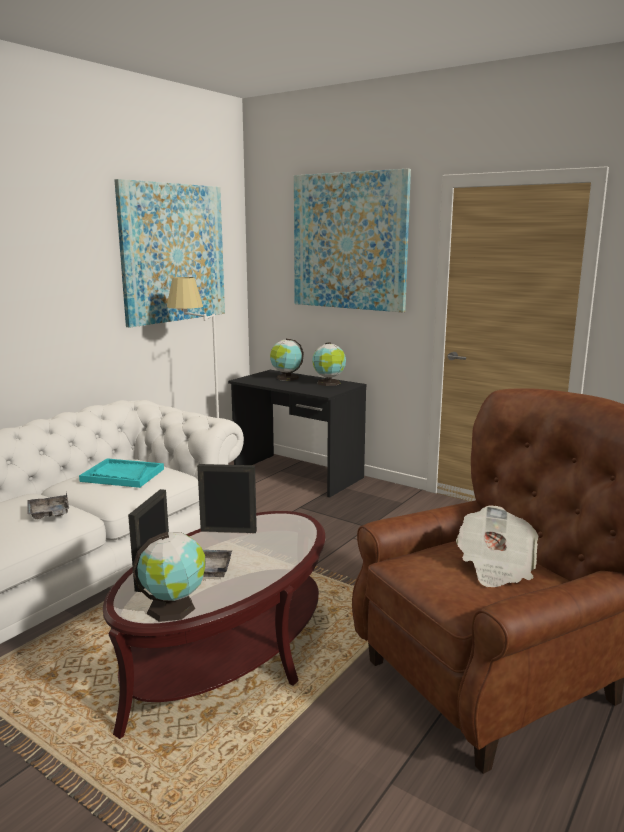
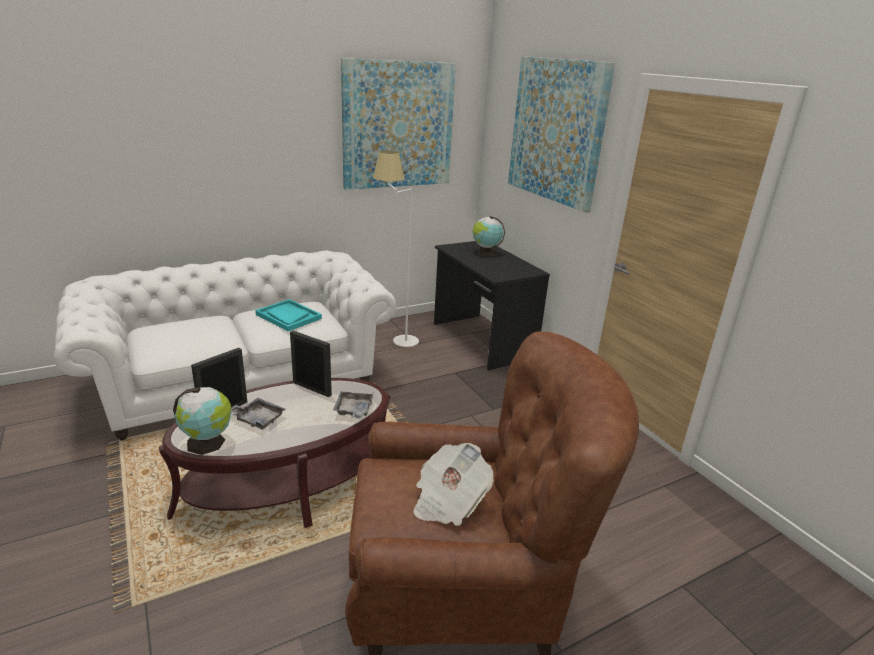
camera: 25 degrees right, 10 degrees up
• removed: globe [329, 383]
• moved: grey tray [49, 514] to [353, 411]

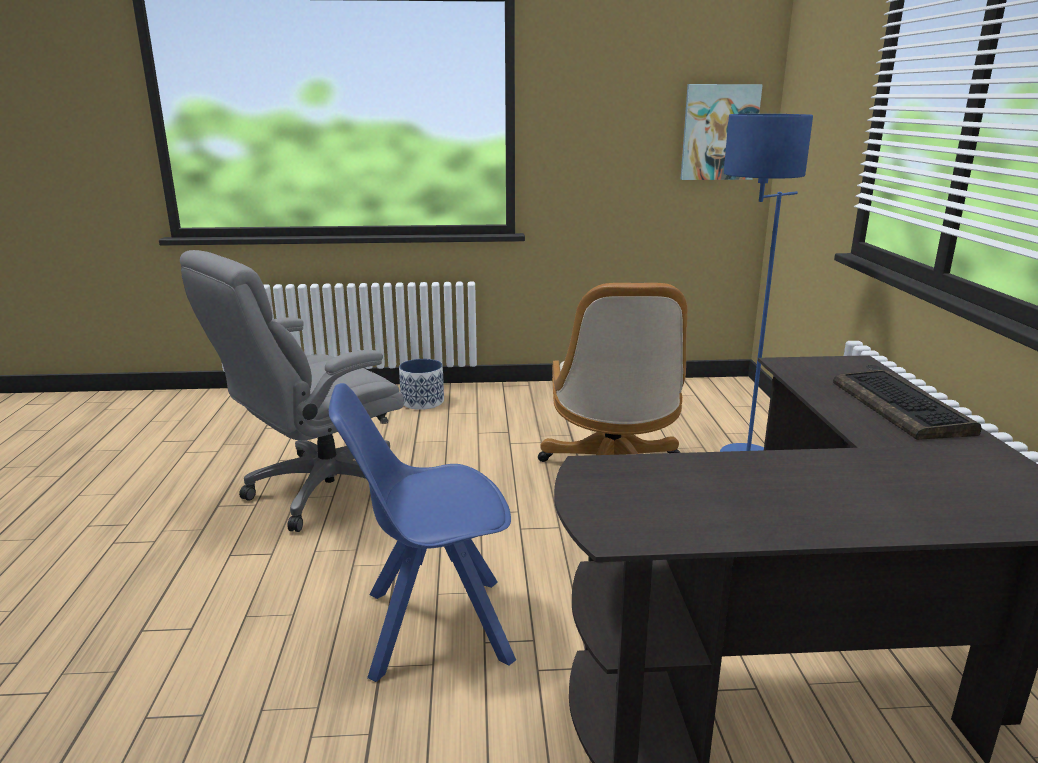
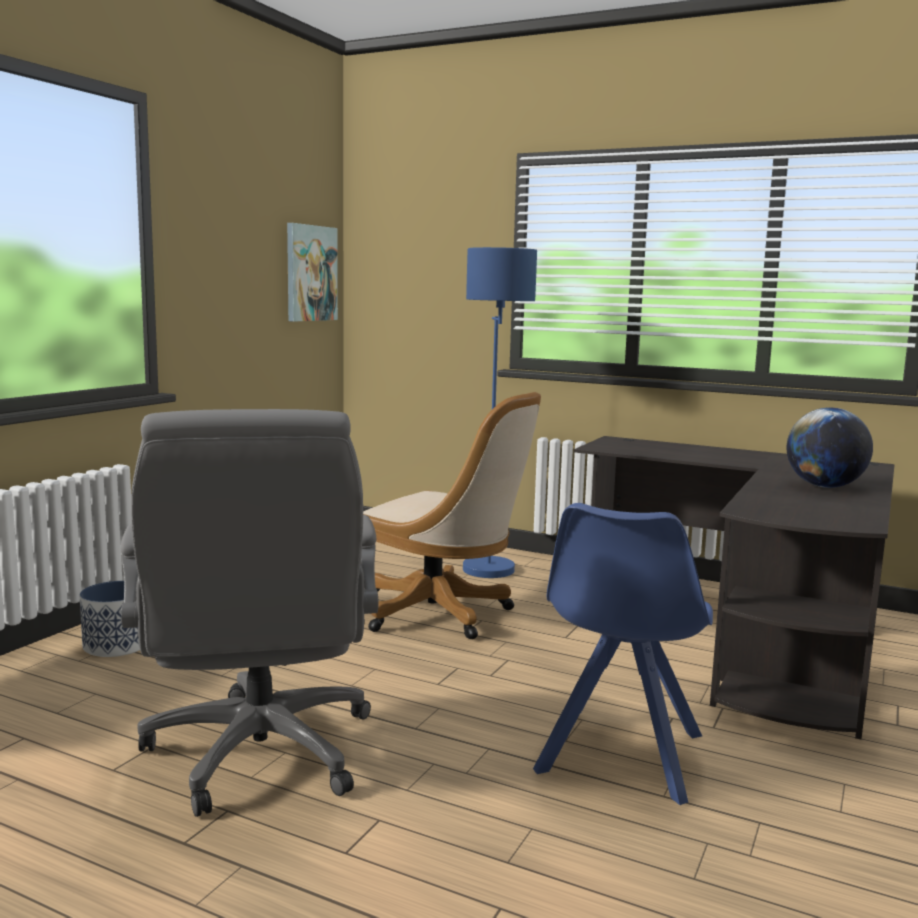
camera: 60 degrees left, 10 degrees down
• removed: keyboard [902, 408]
• added: globe [824, 486]

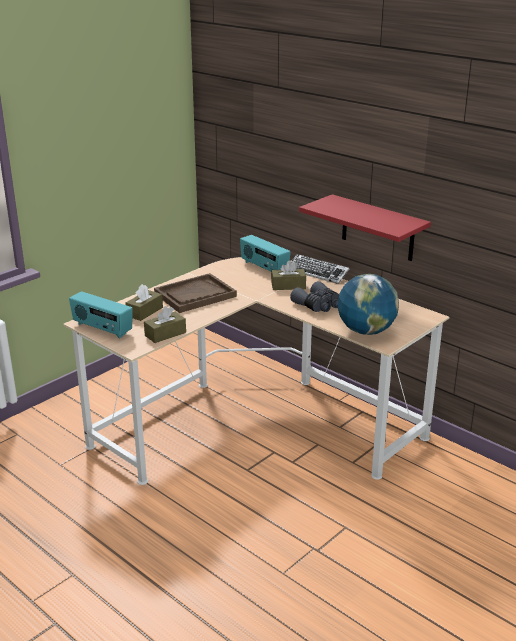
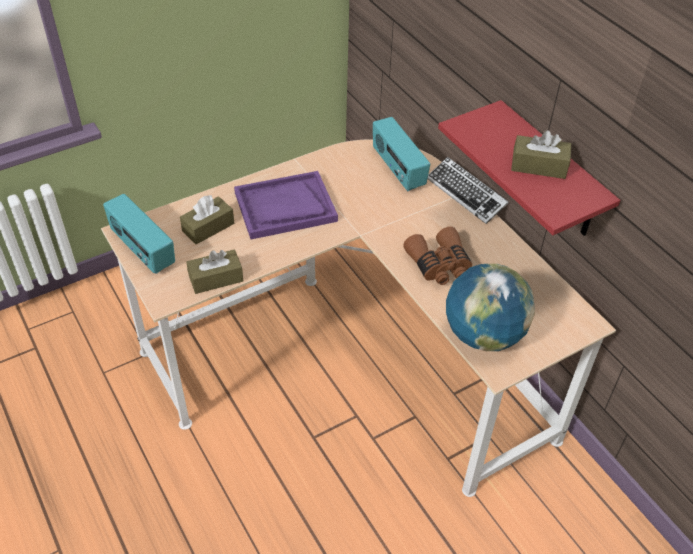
camera: 15 degrees right, 20 degrees up
• moved: brown tissue box [288, 286] to [538, 166]
• recoloured: brown tray [195, 295] to purple tray [285, 207]
• recoloured: grey binoculars [318, 305] to brown binoculars [439, 265]

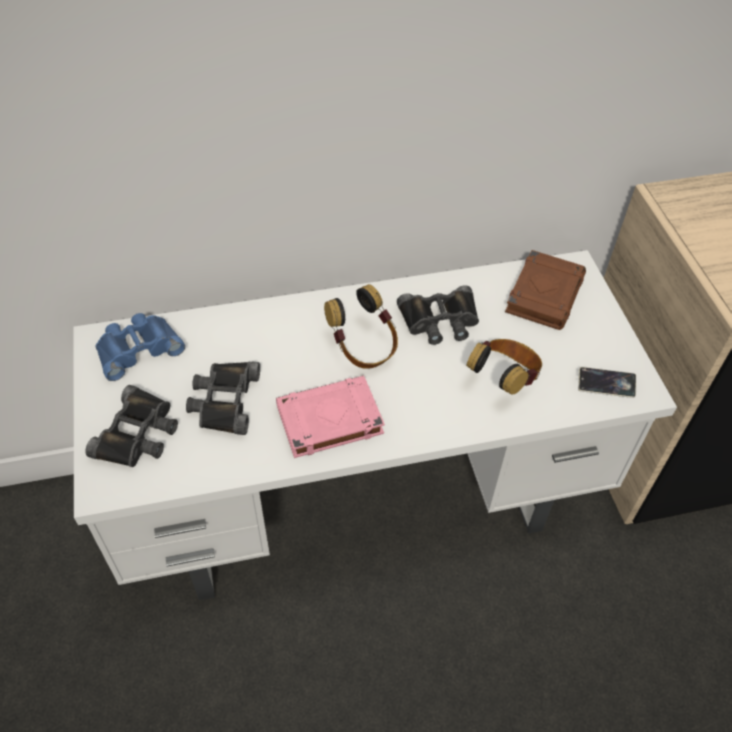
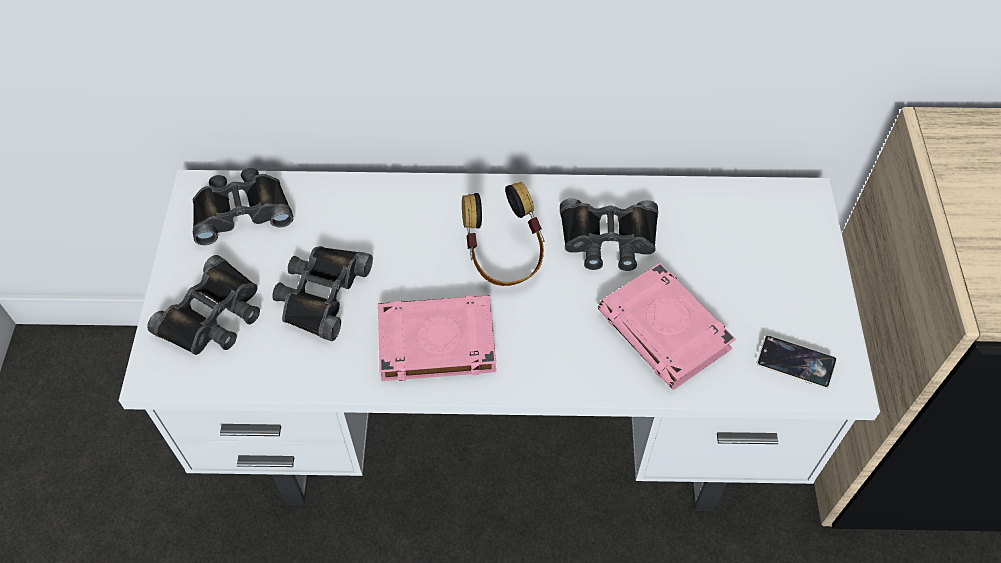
camera: 15 degrees right, 5 degrees up
• removed: brown book [544, 293]
• recoloured: blue binoculars [138, 348] to black binoculars [241, 210]
• replaced: headphones [504, 379] to pink book [665, 331]

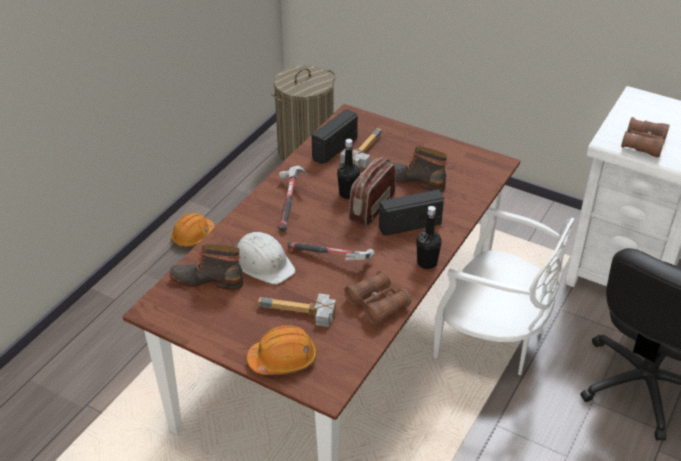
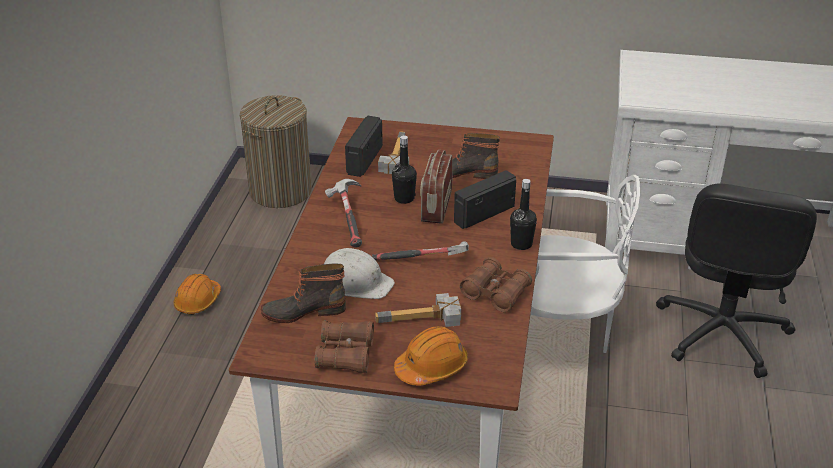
camera: 20 degrees left, 5 degrees down
• moved: brown binoculars [643, 144] to [346, 354]

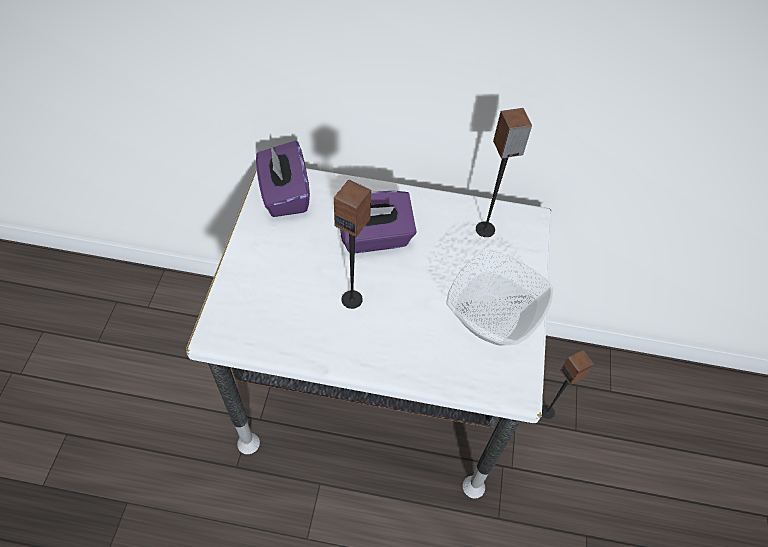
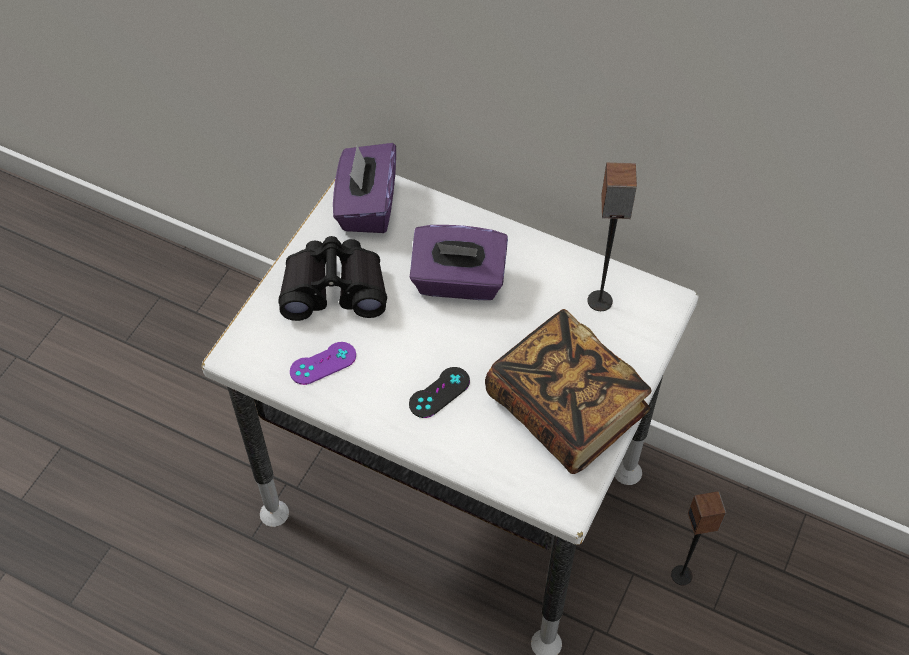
camera: 20 degrees right, 0 degrees up
• removed: speaker [352, 299]
• replaced: bowl [491, 317] to book [565, 409]
• added: black binoculars [334, 288]
• added: purple game controller [323, 363]
• added: black game controller [439, 392]

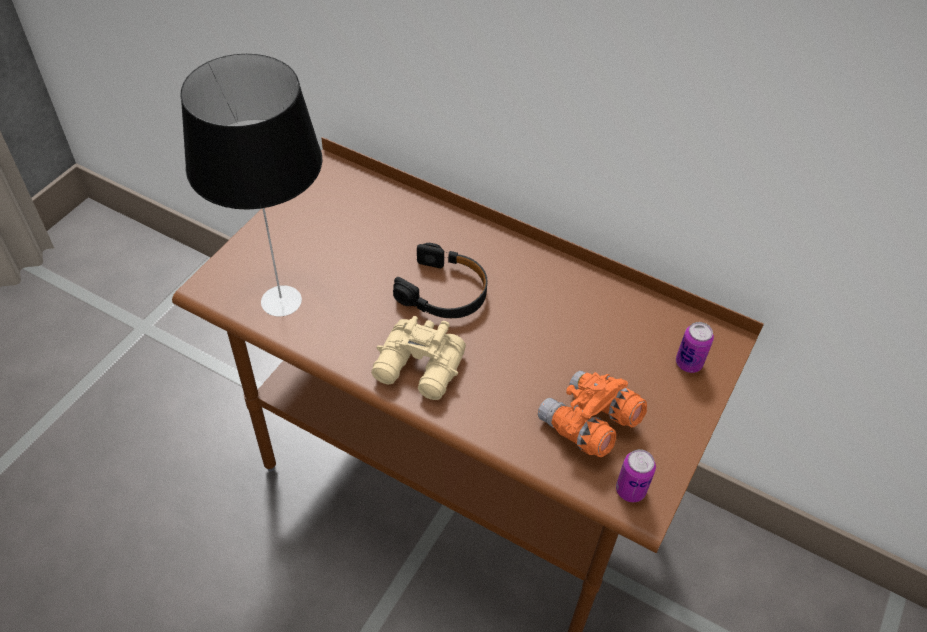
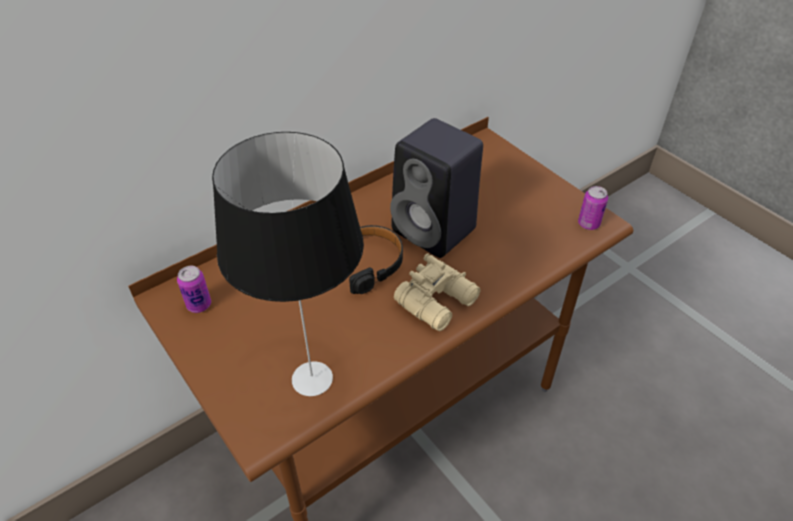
camera: 65 degrees left, 5 degrees down
• moved: can [688, 363] to [199, 305]
• removed: orange binoculars [588, 425]
• added: black speaker [436, 231]

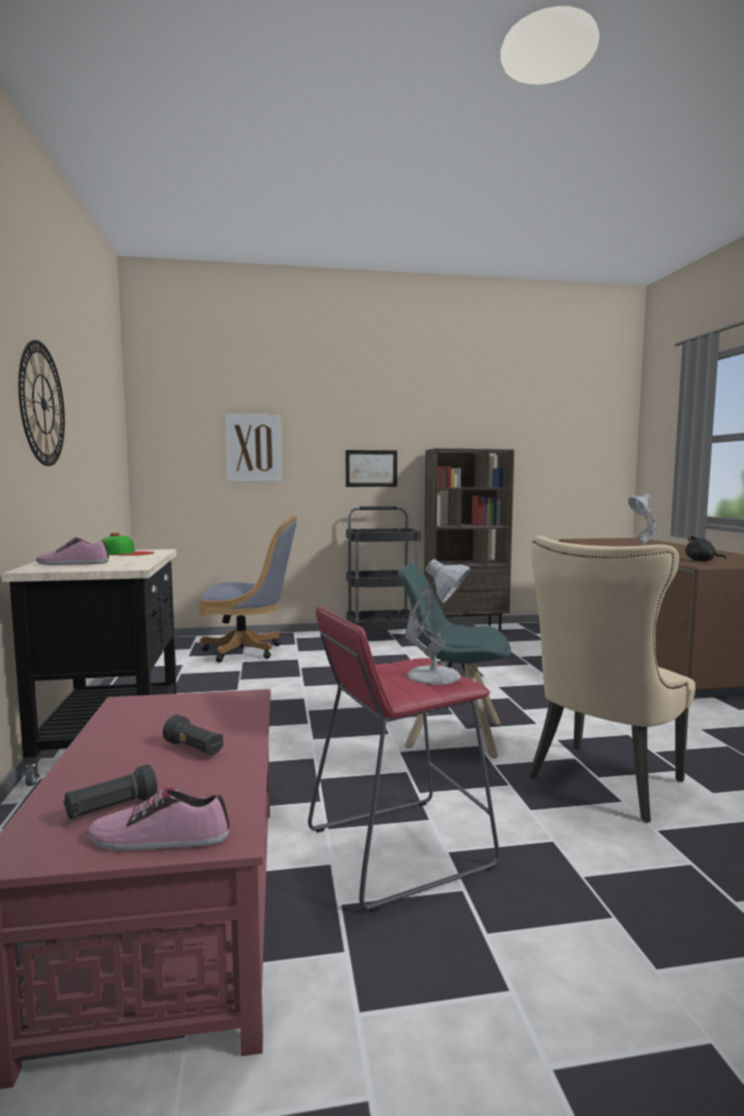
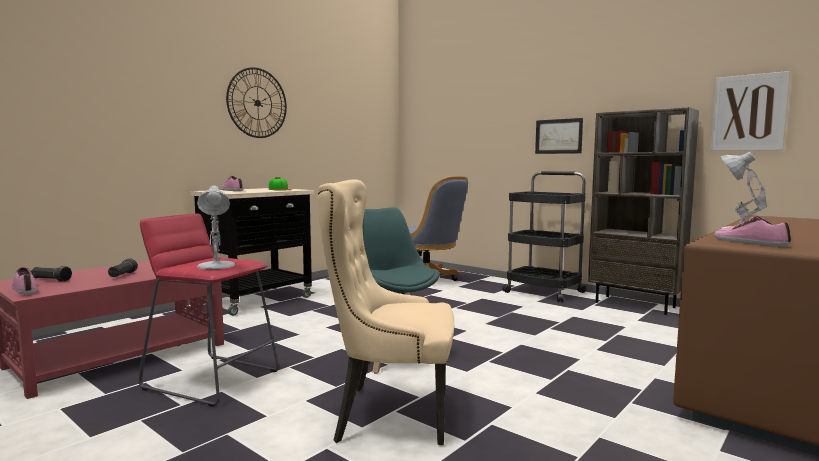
camera: 50 degrees right, 0 degrees up
• moved: picture [254, 448] to [748, 113]
• replaced: black plush toy [702, 561] to shoe [750, 242]

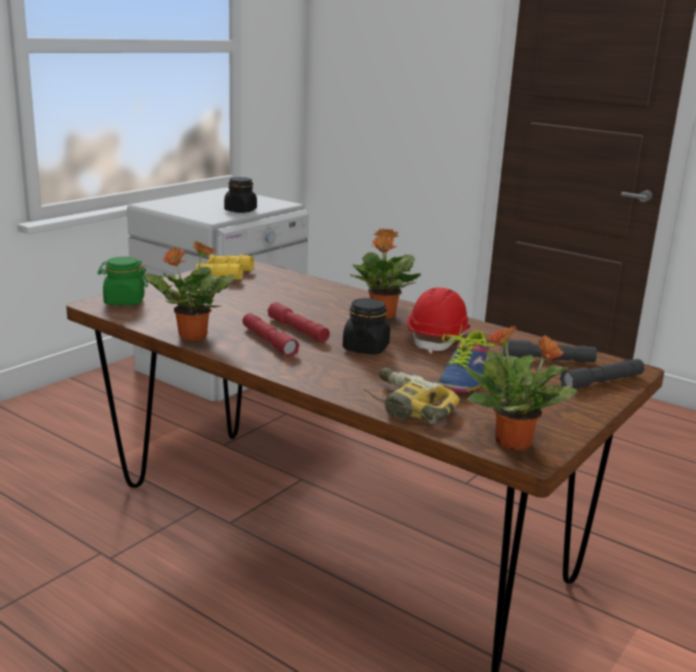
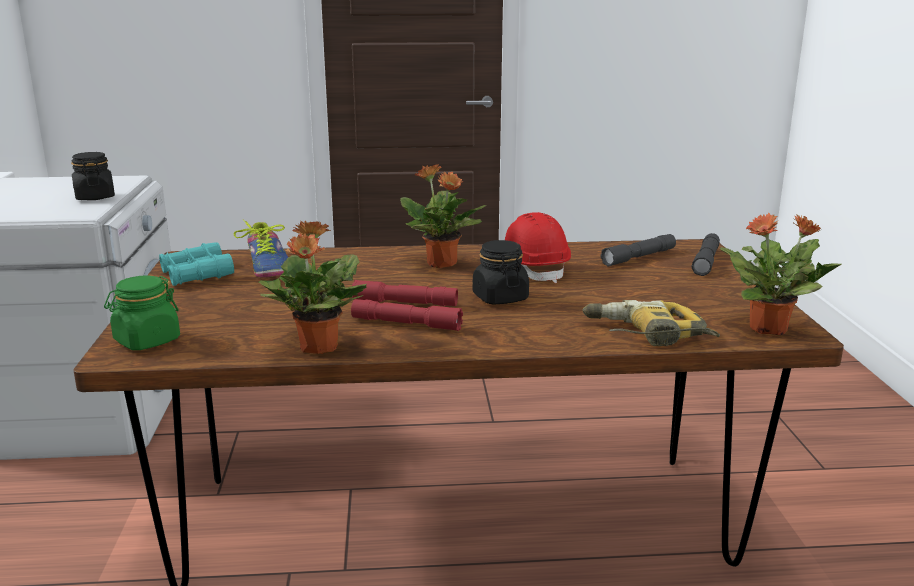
camera: 40 degrees left, 0 degrees up
• recoloured: yellow binoculars [225, 275] to turquoise binoculars [196, 274]
• moved: shoe [464, 377] to [268, 266]

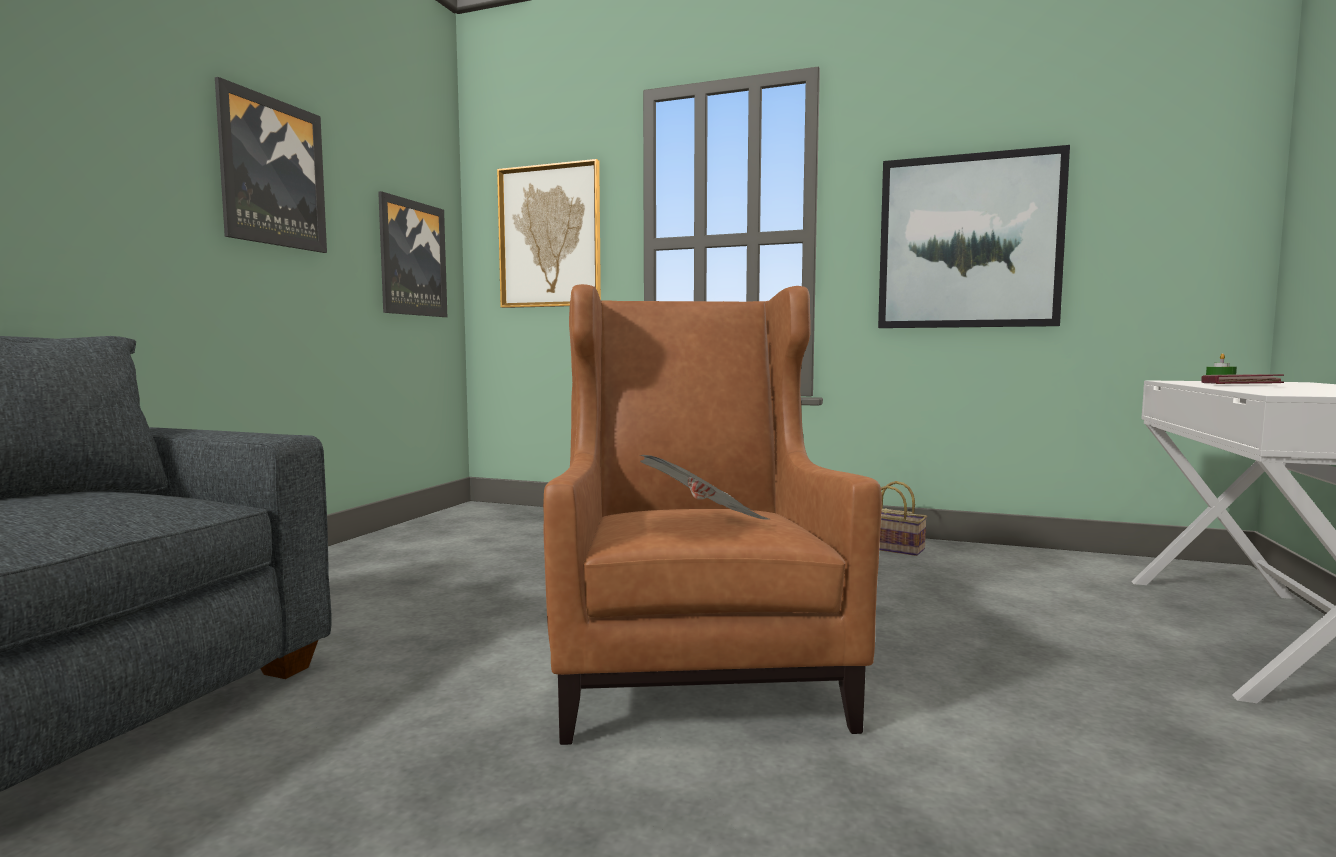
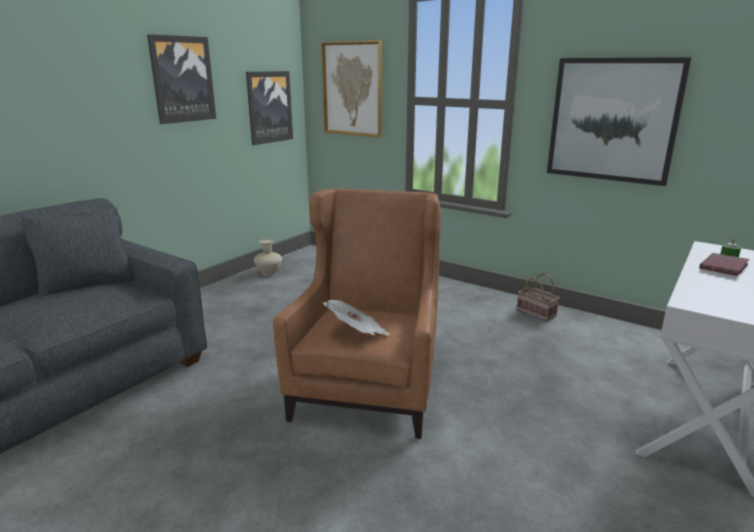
camera: 15 degrees right, 15 degrees up
• added: beige vase [268, 273]

